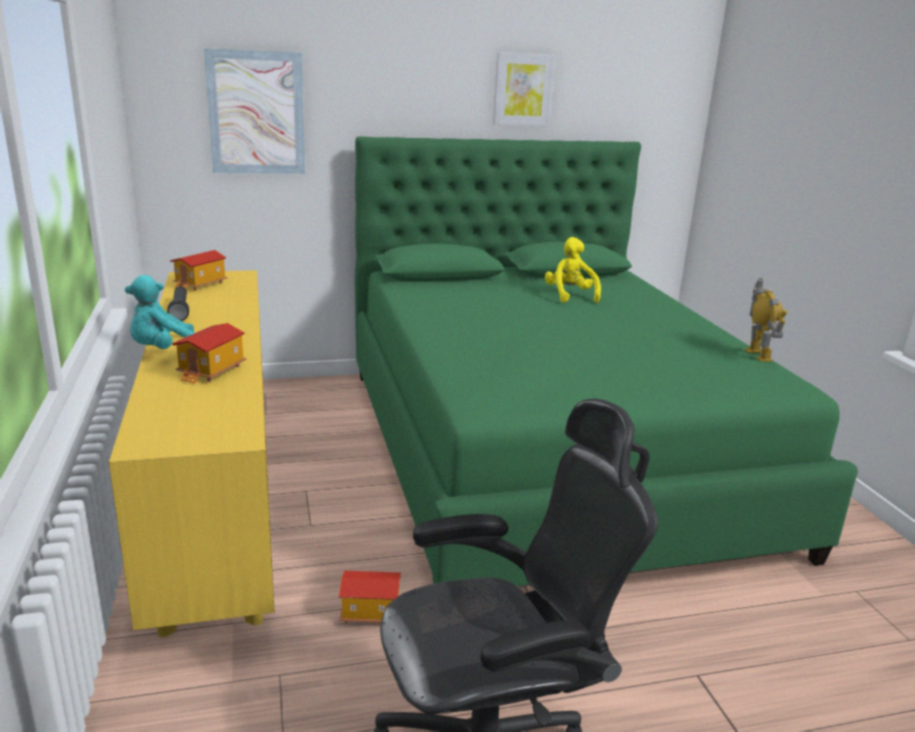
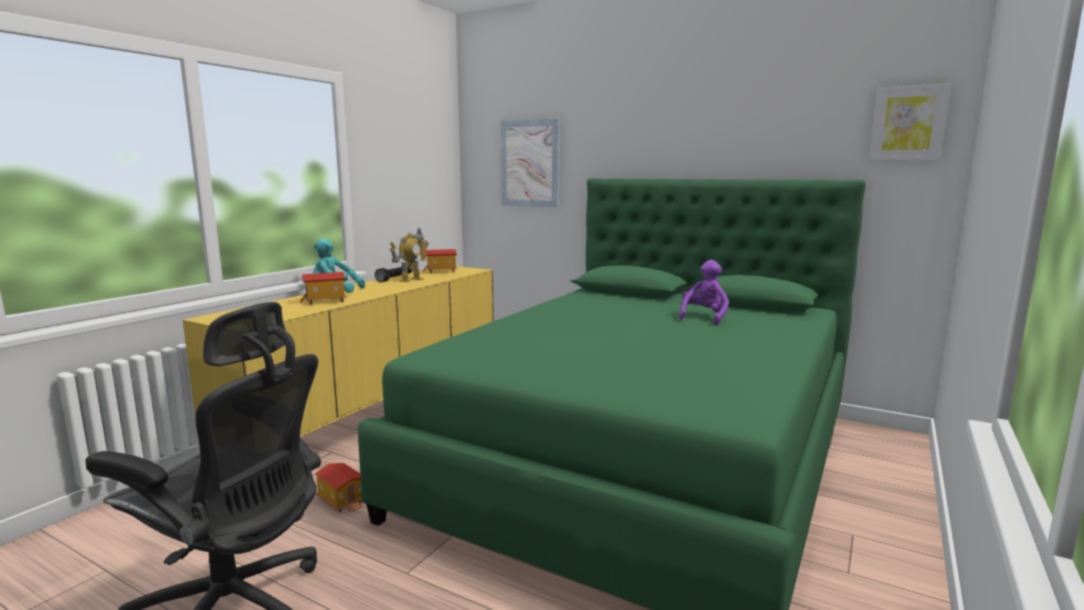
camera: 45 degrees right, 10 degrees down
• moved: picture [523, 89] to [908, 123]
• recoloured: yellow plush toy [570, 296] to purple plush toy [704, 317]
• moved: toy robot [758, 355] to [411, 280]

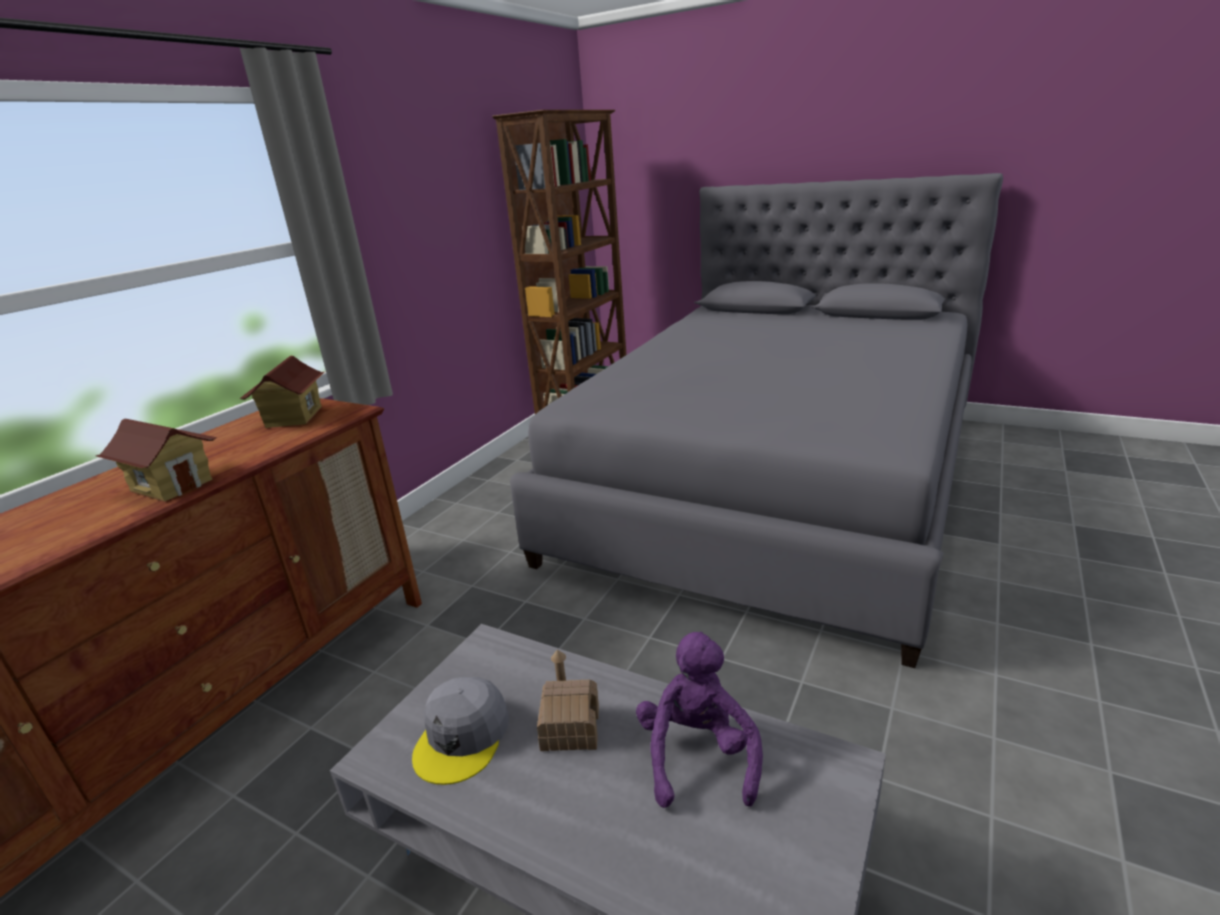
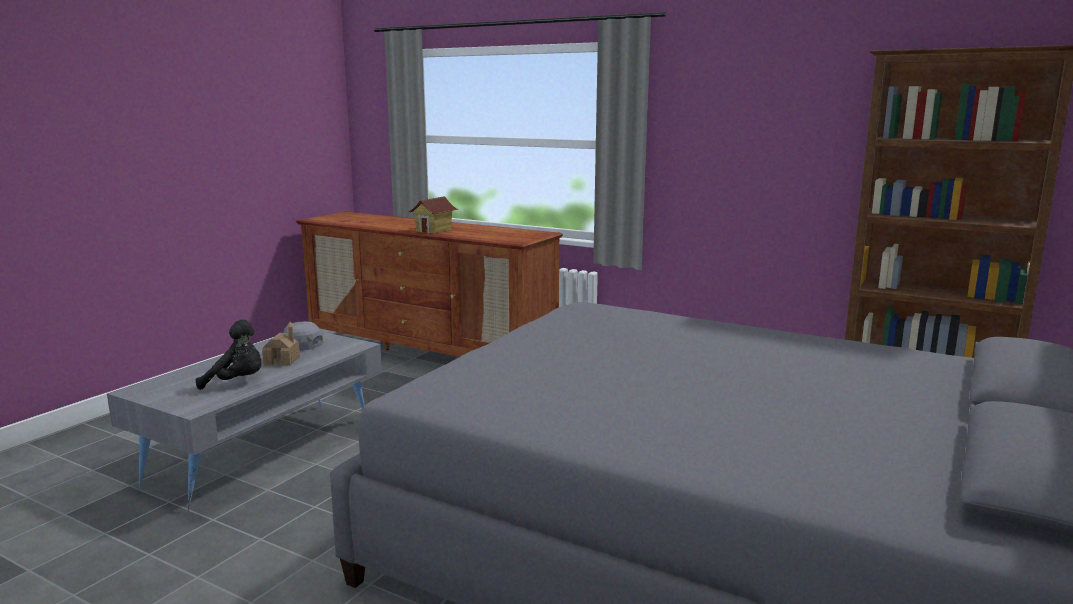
camera: 90 degrees right, 10 degrees down
• removed: toy house [293, 417]
• recoloured: purple plush toy [698, 755] to black plush toy [237, 382]

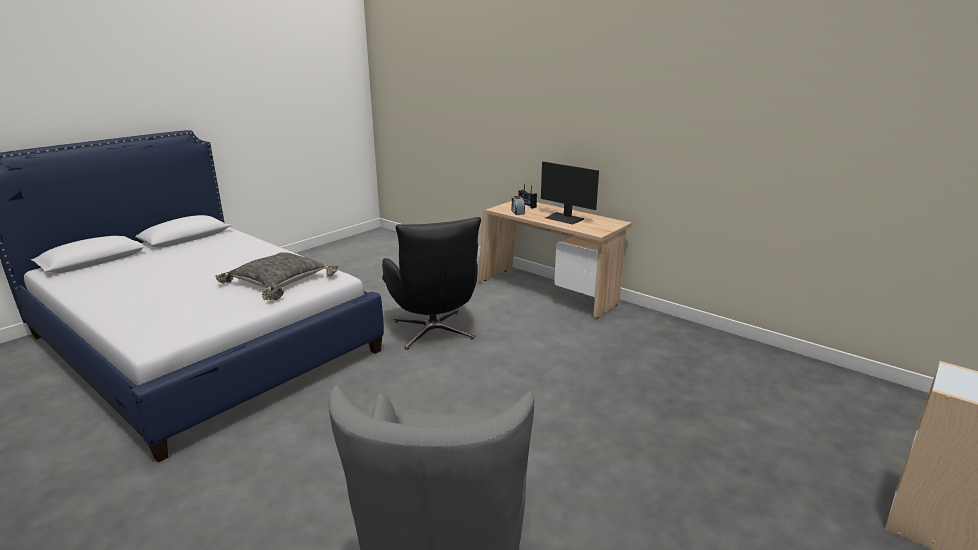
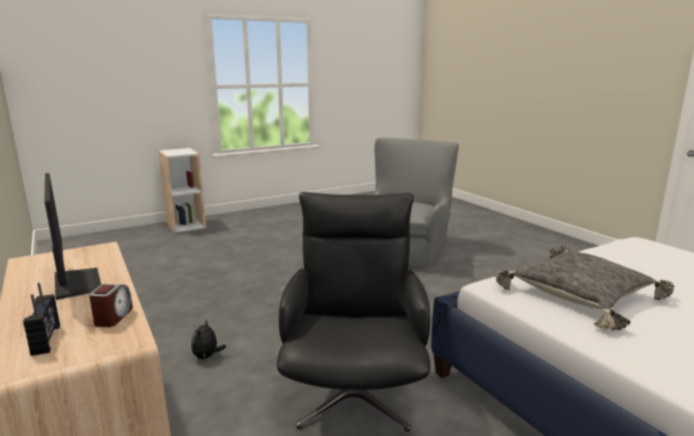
camera: 160 degrees left, 5 degrees down
• added: plush toy [207, 357]

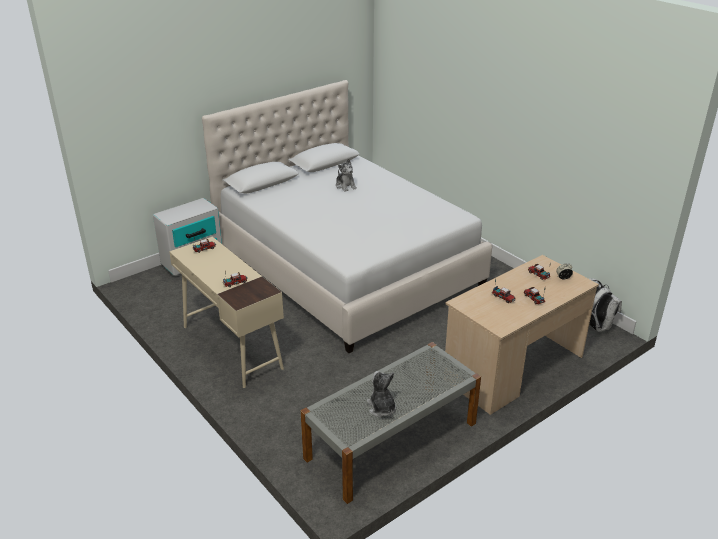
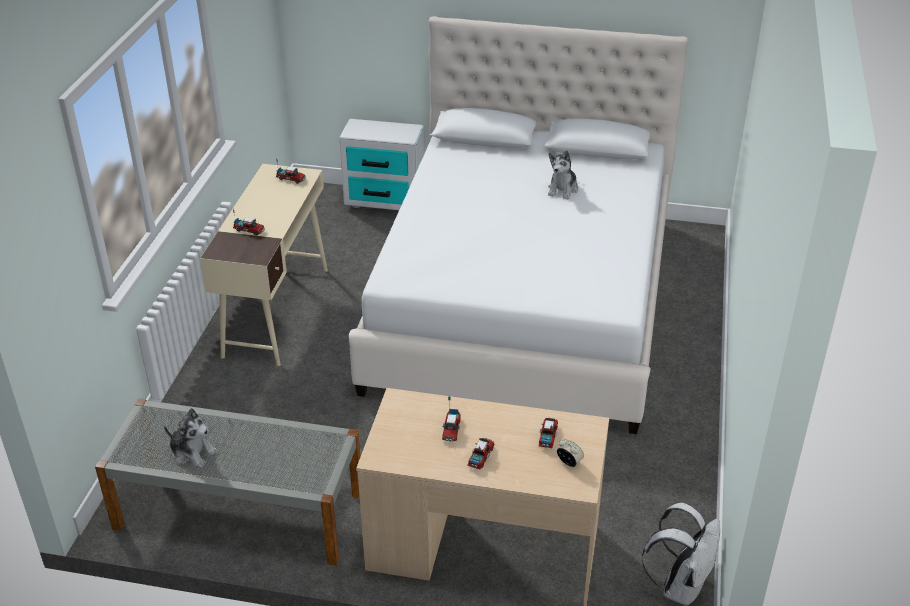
camera: 50 degrees right, 5 degrees up
• turned: plush toy [381, 408] = [192, 452] 90 degrees clockwise

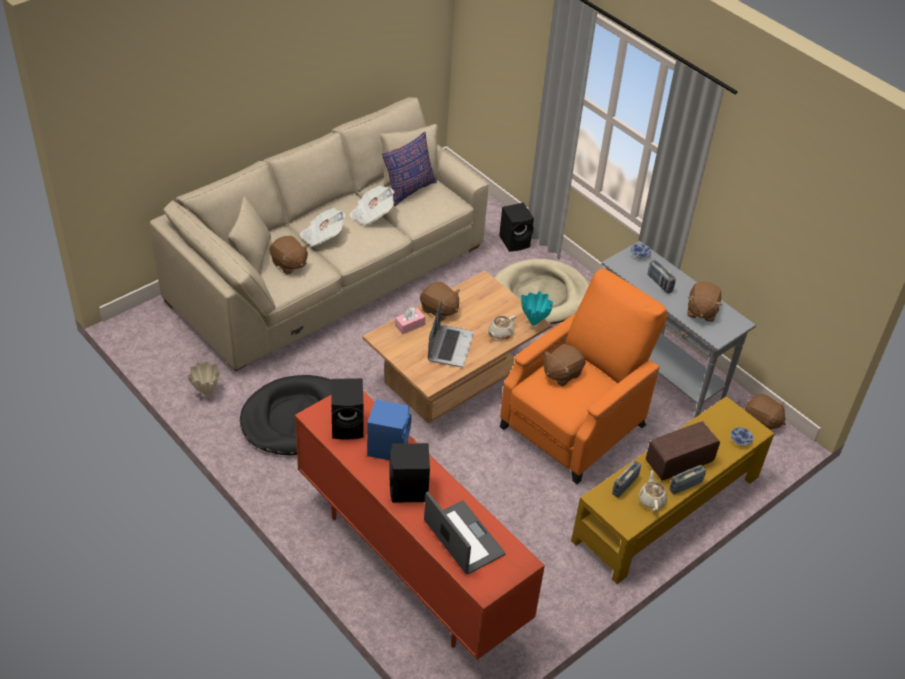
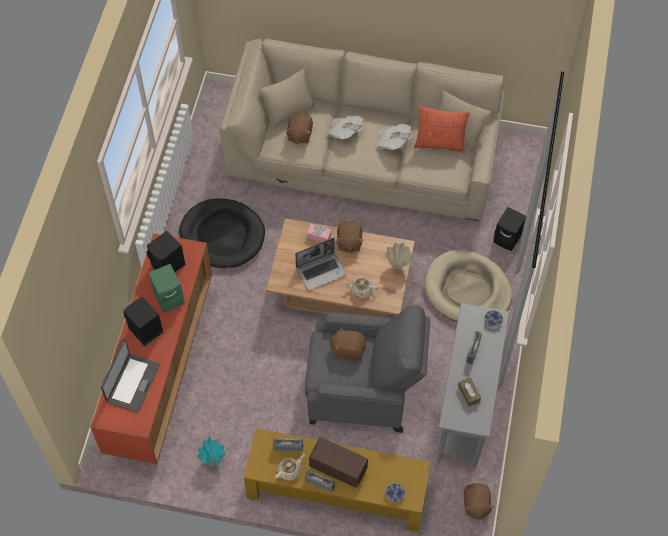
camera: 55 degrees right, 15 degrees up
• recoloured: blue pillow [409, 190] to orange pillow [440, 144]
• recoloured: orange armchair [577, 423] to grey armchair [364, 390]
• replaced: brown plush toy [701, 311] to brown tissue box [469, 394]
• moved: turquoise vase [534, 323] to [213, 461]
• moved: beige vase [206, 392] to [398, 266]
• recoloured: blue speaker [388, 447] to green speaker [170, 297]

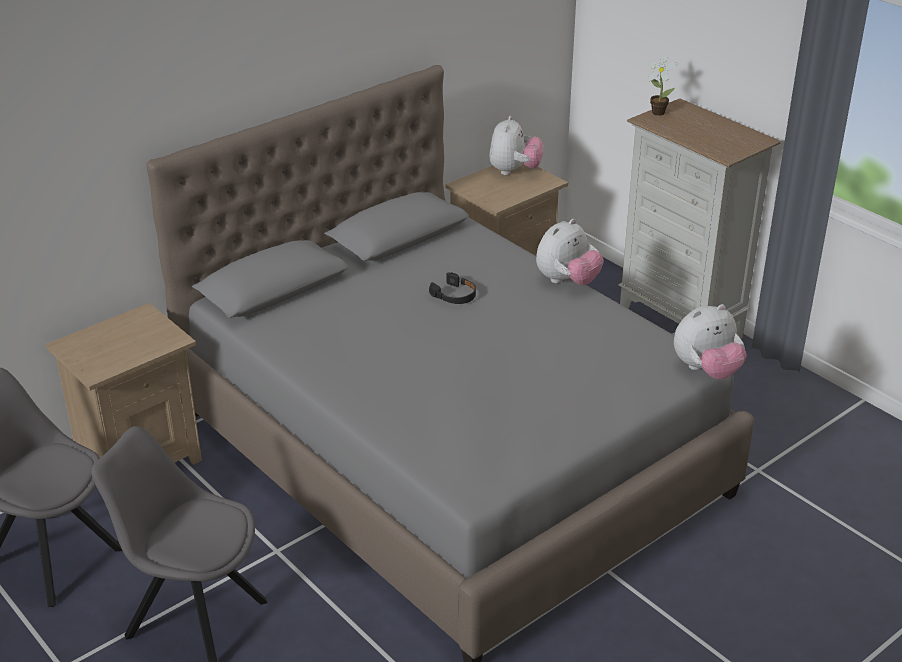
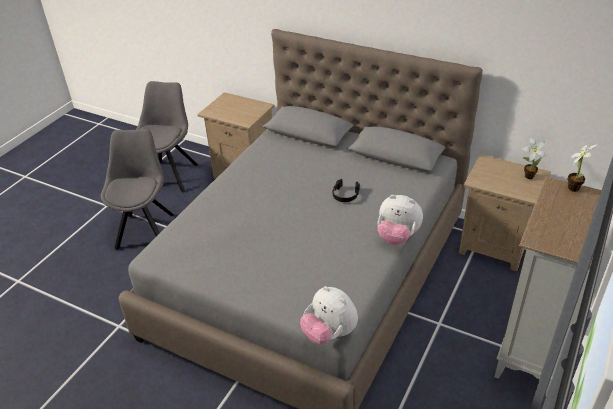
camera: 70 degrees right, 5 degrees up
• replaced: plush toy [514, 171] to potted plant [527, 176]

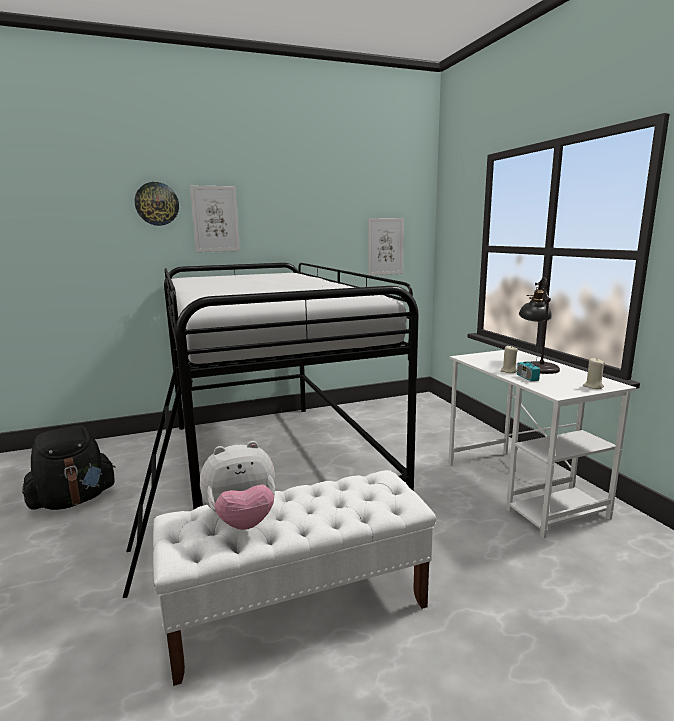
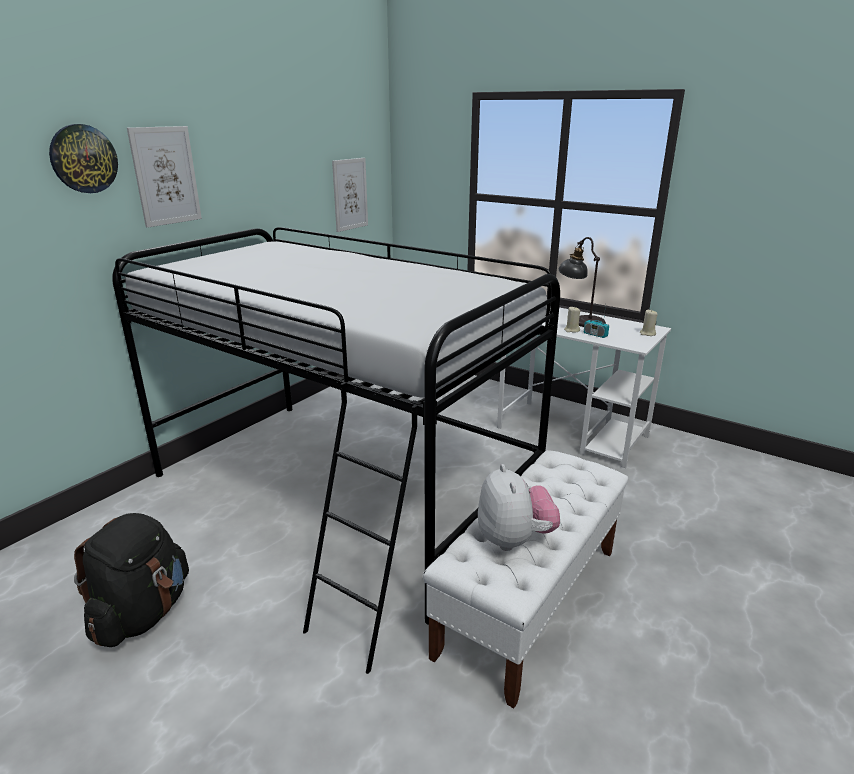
camera: 35 degrees left, 10 degrees up
• turned: plush toy [242, 520] = [514, 539] 45 degrees counterclockwise

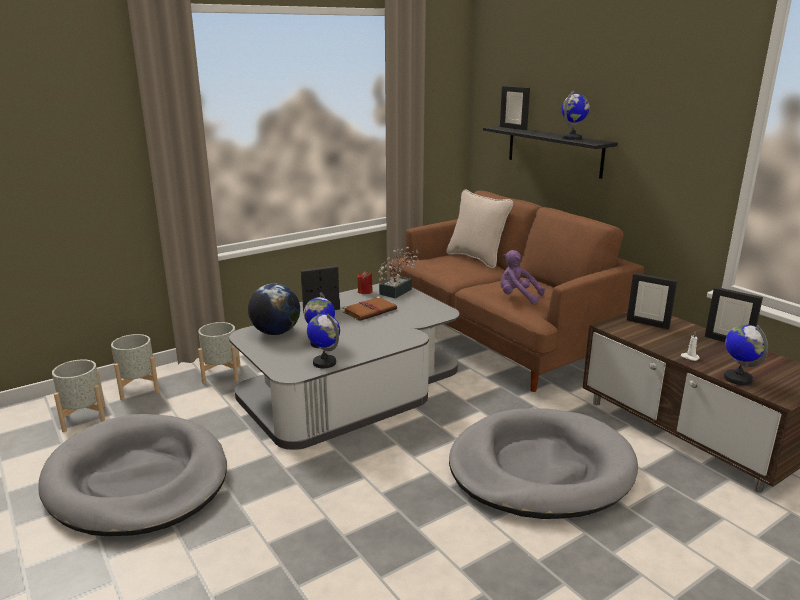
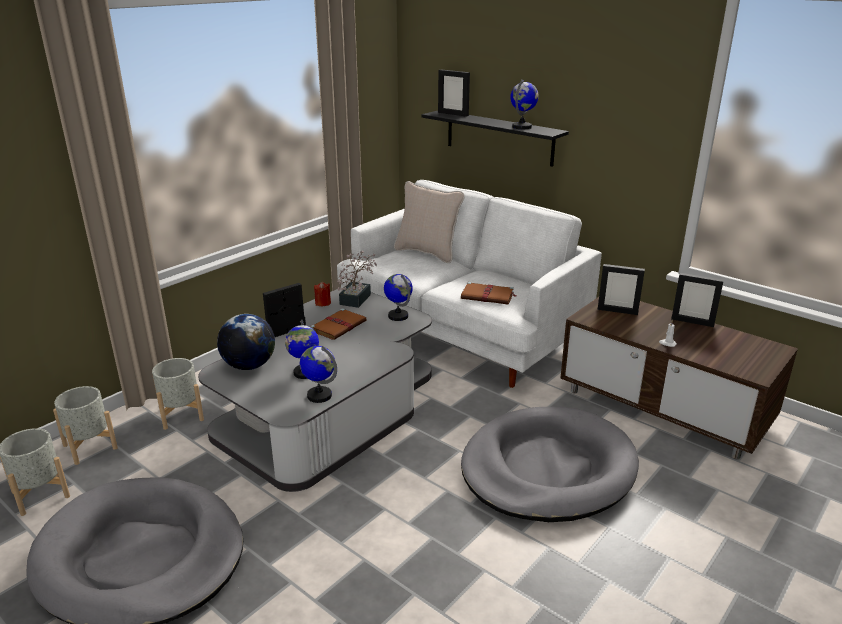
camera: 15 degrees left, 5 degrees up
• recoloured: brown sofa [500, 341] to white sofa [461, 335]
• replaced: purple plush toy [517, 297] to brown book [488, 296]
• moved: globe [737, 378] to [398, 316]

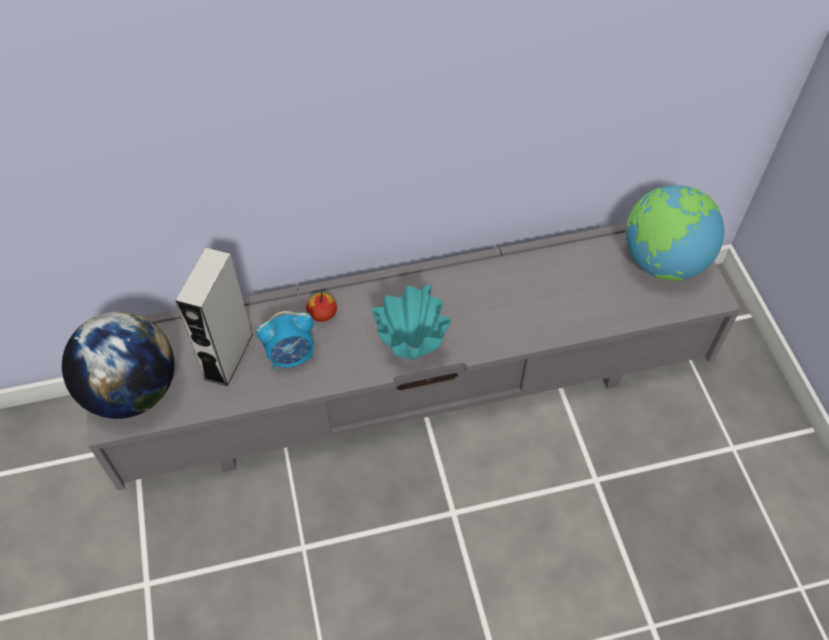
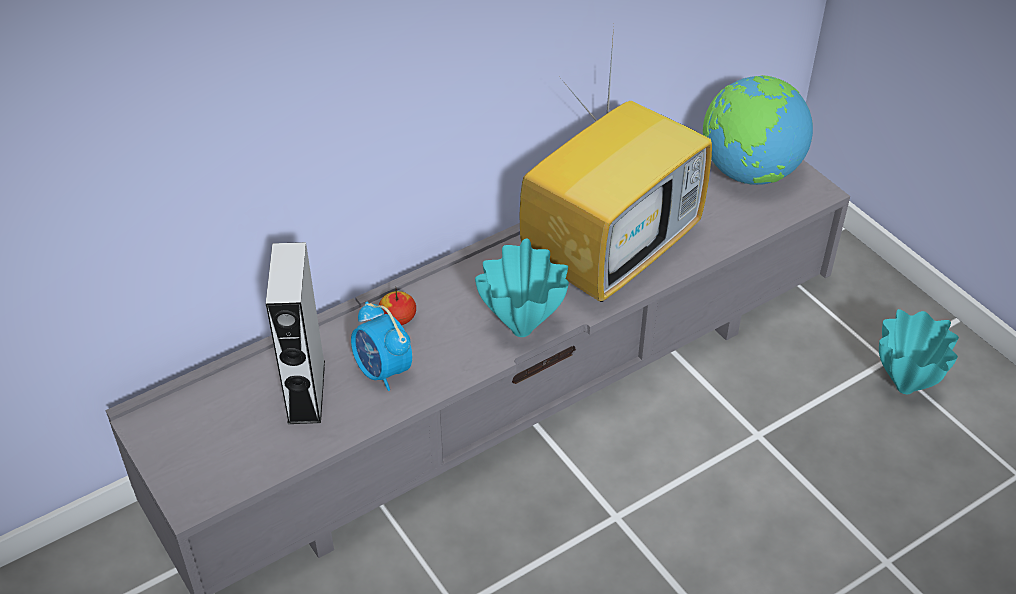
camera: 20 degrees left, 10 degrees down
• turned: alarm clock [291, 356] = [383, 371] 90 degrees clockwise
• removed: globe [132, 391]
• added: television [611, 252]
• added: turquoise vase [904, 386]

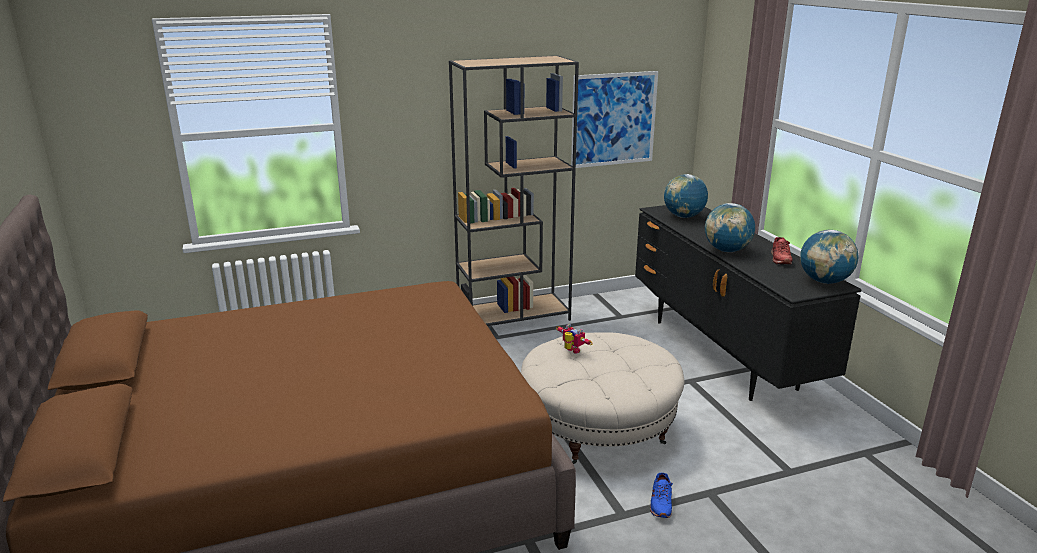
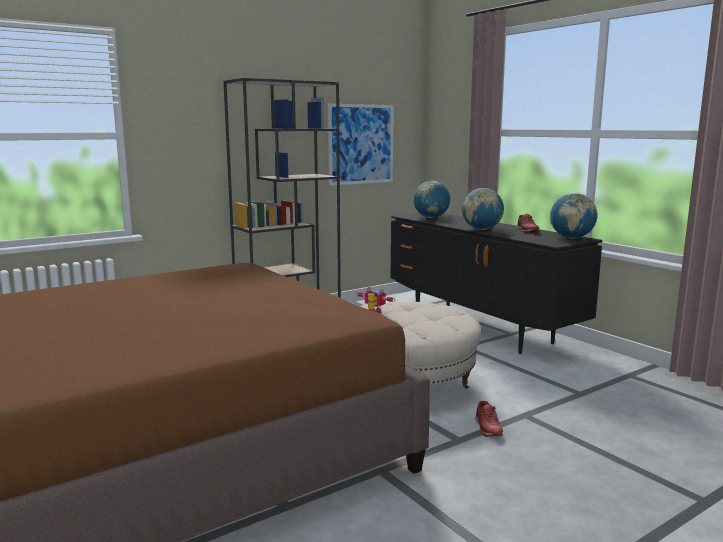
camera: 15 degrees left, 10 degrees down
• recoloured: blue shoe [660, 503] to red shoe [487, 427]

